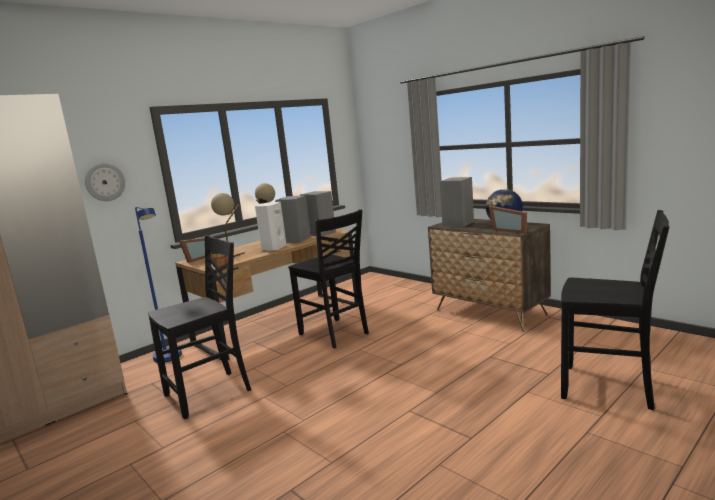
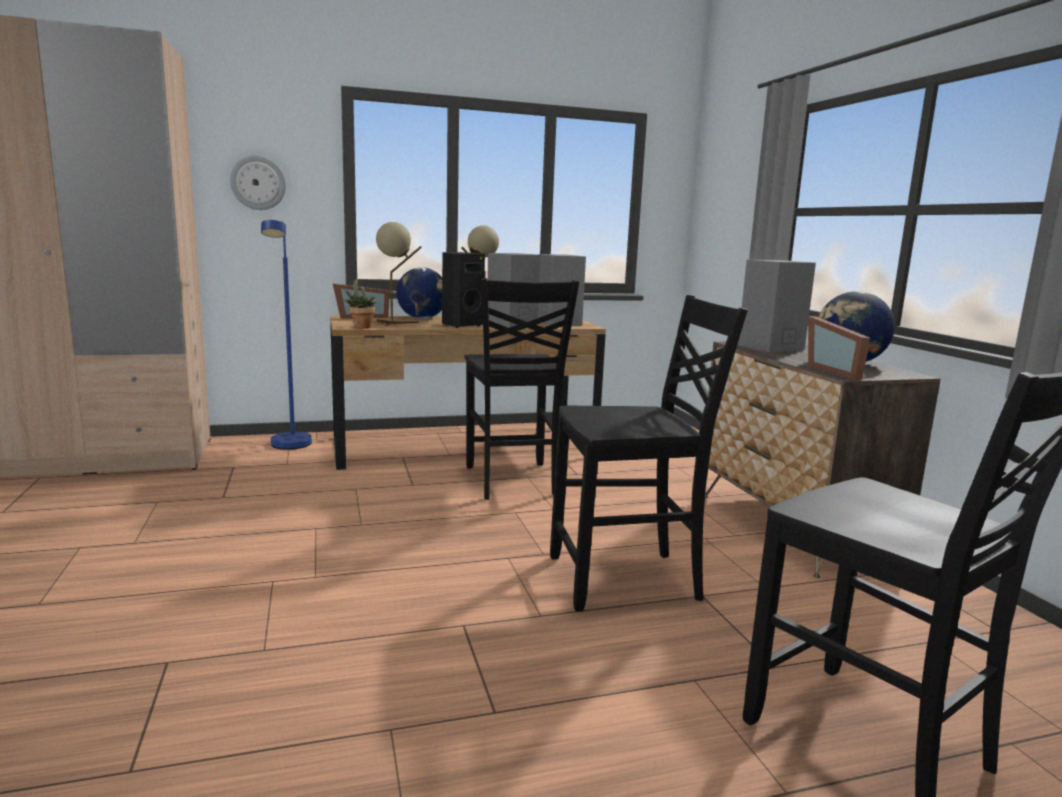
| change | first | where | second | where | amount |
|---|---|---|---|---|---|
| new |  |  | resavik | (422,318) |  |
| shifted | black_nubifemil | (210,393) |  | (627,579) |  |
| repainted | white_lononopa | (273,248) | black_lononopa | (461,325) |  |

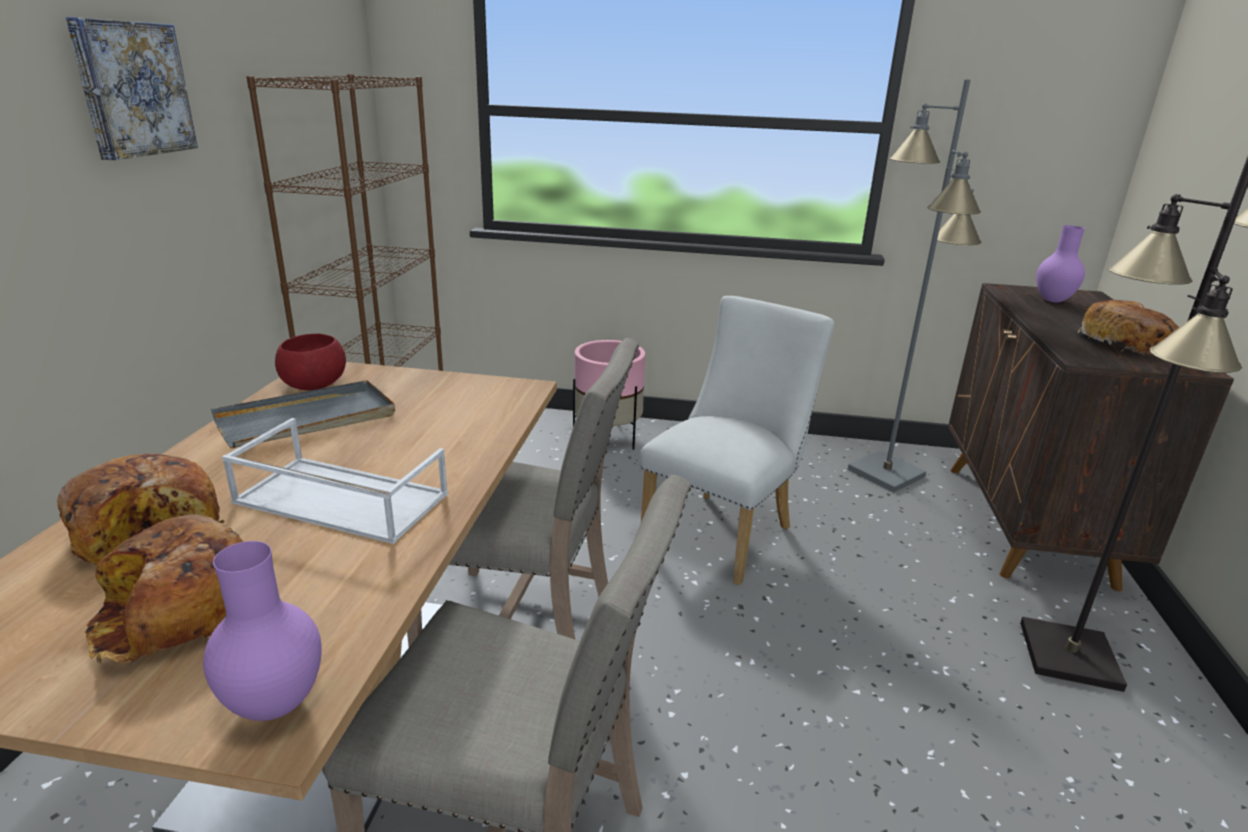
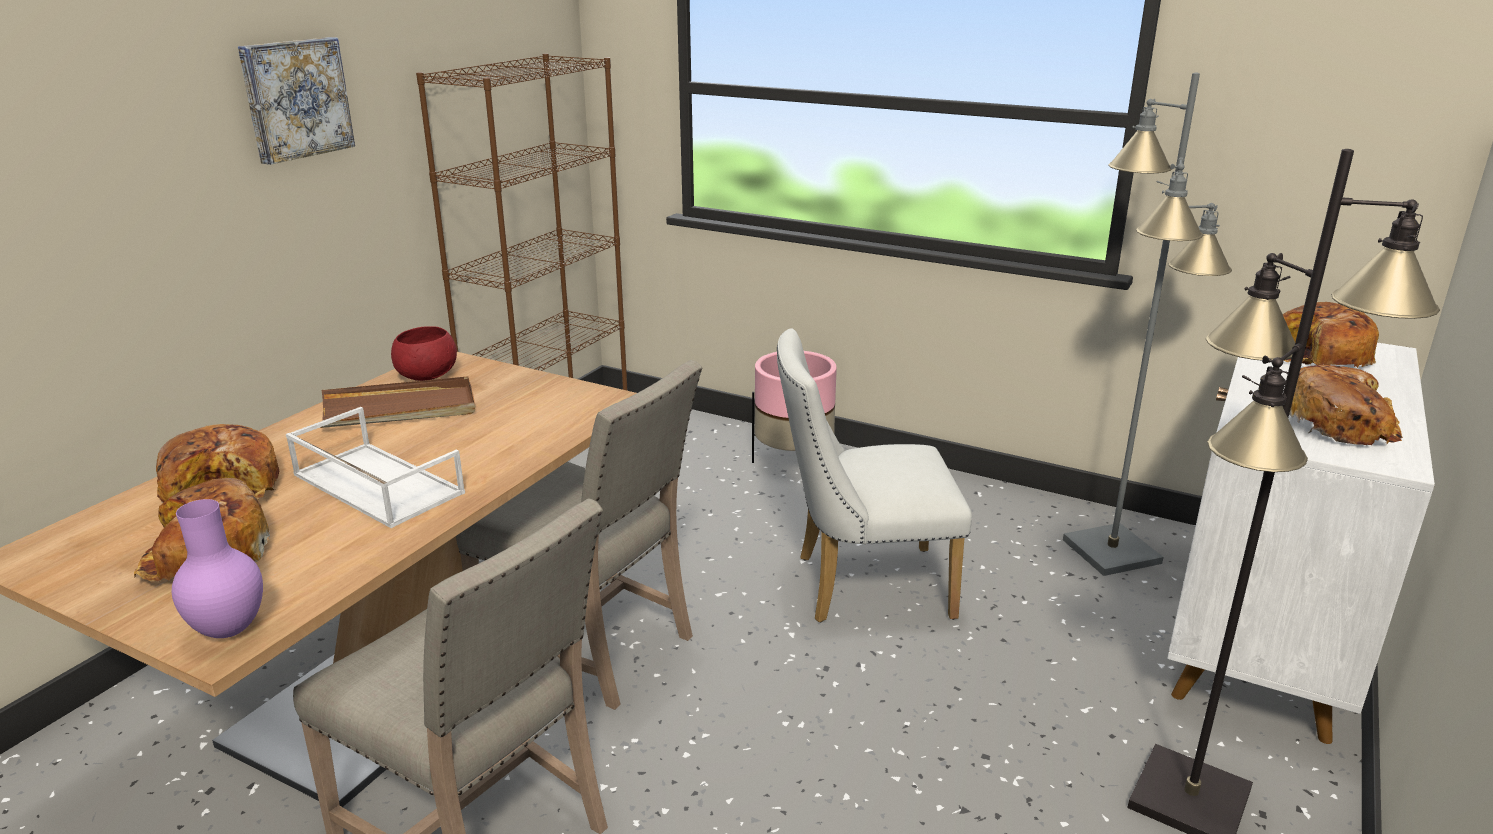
| change | first | where | second | where | amount |
|---|---|---|---|---|---|
| swapped | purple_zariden | (1053,300) | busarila | (1317,355) |  |
| repainted | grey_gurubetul | (308,420) | brown_gurubetul | (399,409) |  |
| repainted | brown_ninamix | (1026,523) | white_ninamix | (1260,642) |  |
| rotated | white_nubifemil | (724,530) |  | (861,586) | 150 degrees counterclockwise |

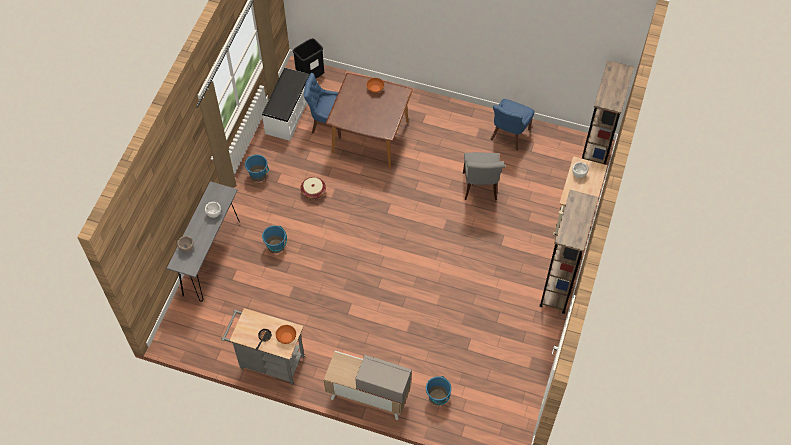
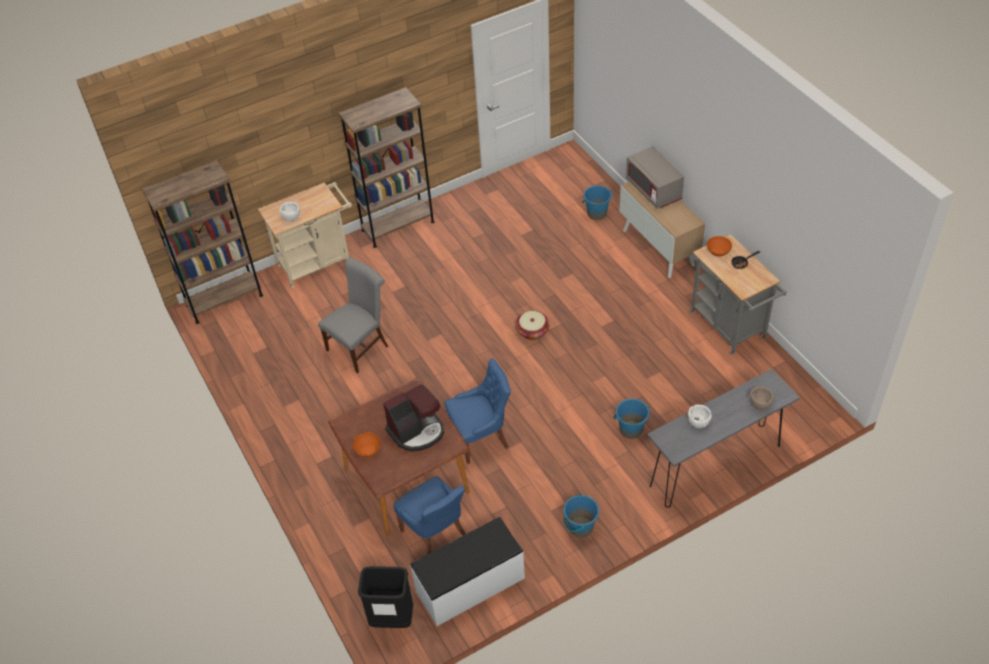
| change | first | where | second | where | amount |
|---|---|---|---|---|---|
| new |  |  | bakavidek | (417,431) |  |
| shifted | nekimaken | (313,192) |  | (532,331) |  |
| shifted | blue_nubifemil | (509,135) |  | (481,438) |  |

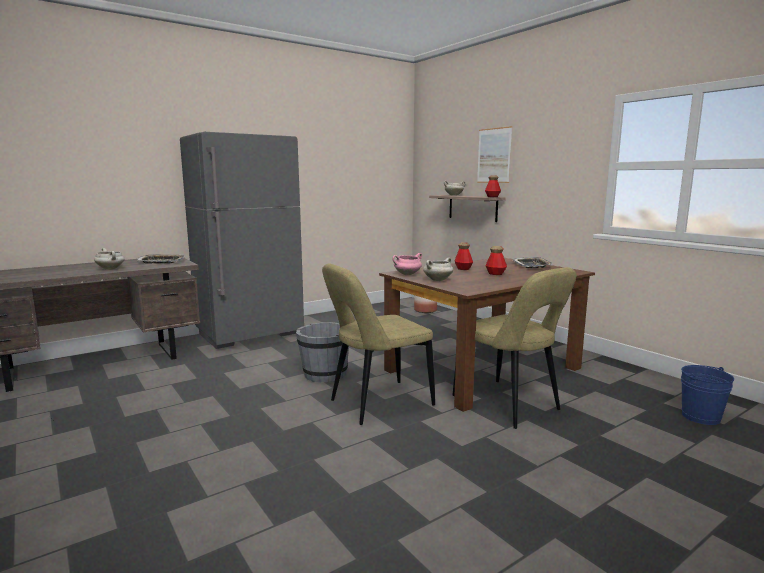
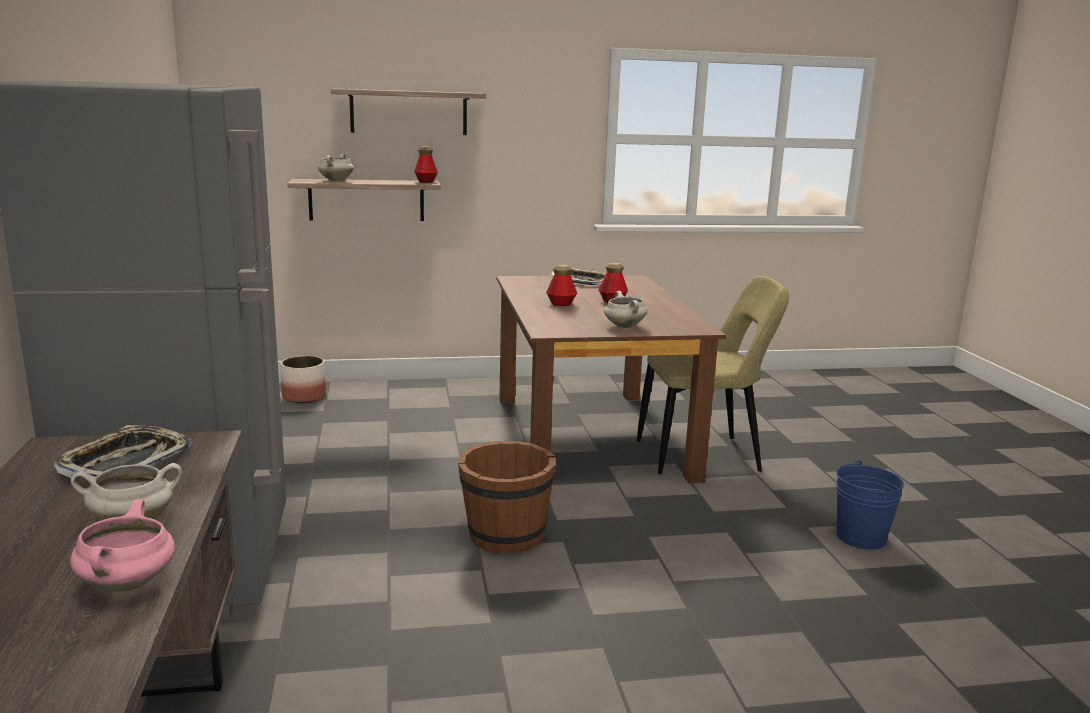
| change | first | where | second | where | amount |
|---|---|---|---|---|---|
| gone | beige_nubifemil | (377,404) |  |  |  |
| shifted | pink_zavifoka | (407,274) |  | (127,585) |  |
| shifted | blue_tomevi | (701,416) |  | (860,537) |  |
| swapped | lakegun | (494,155) | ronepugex | (408,112) |  |
| repainted | grey_tomevi | (324,375) | brown_tomevi | (505,536) |  |

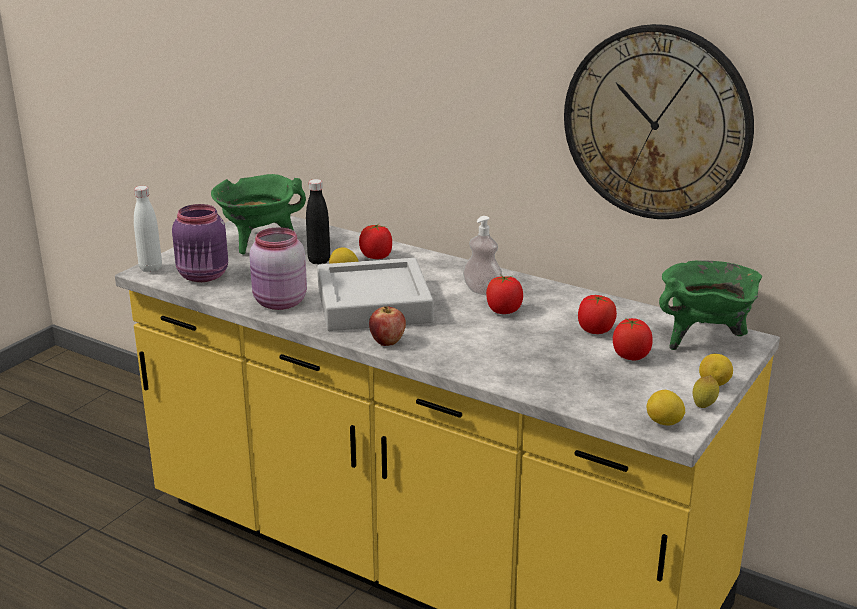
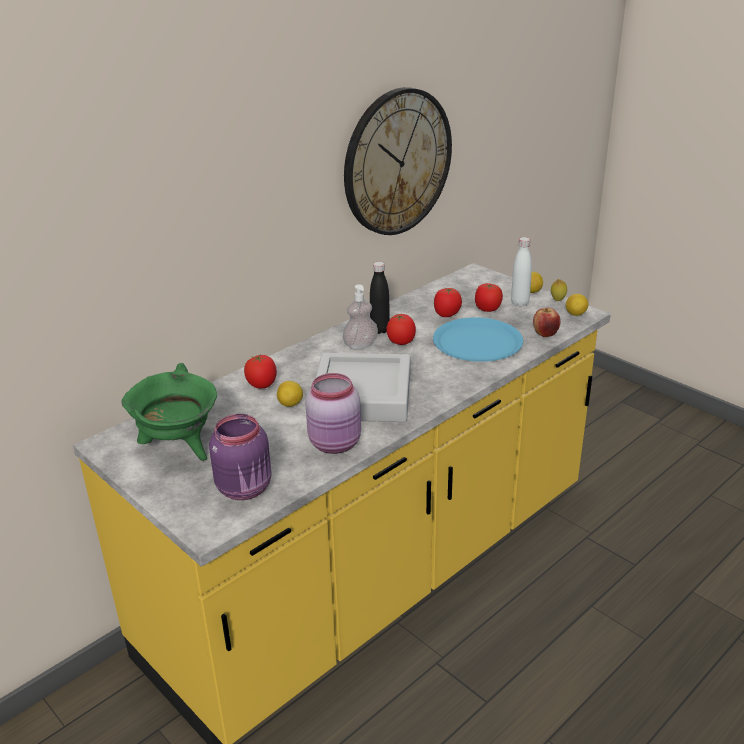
| change | first | where | second | where | amount |
|---|---|---|---|---|---|
| gone | green_zavifoka | (704,339) |  |  |  |
| new |  |  | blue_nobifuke | (477,342) |  |
| shifted | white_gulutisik | (150,268) |  | (519,303) |  |
| shifted | black_gulutisik | (319,261) |  | (380,330) |  |
| shifted | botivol | (387,342) |  | (545,334) |  |

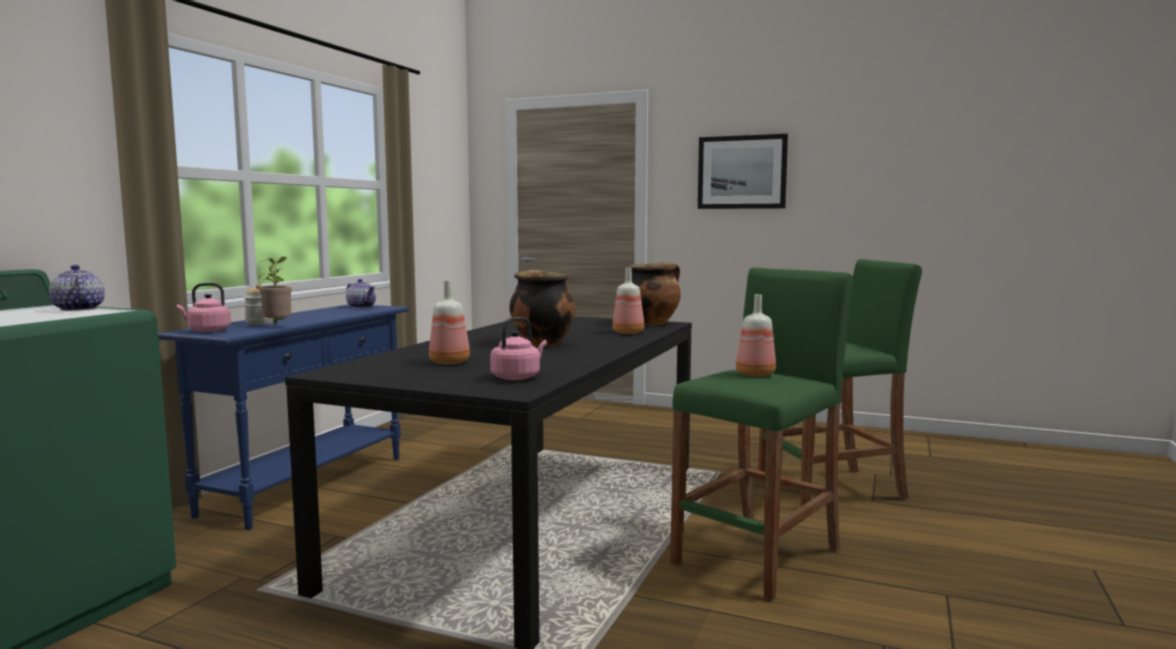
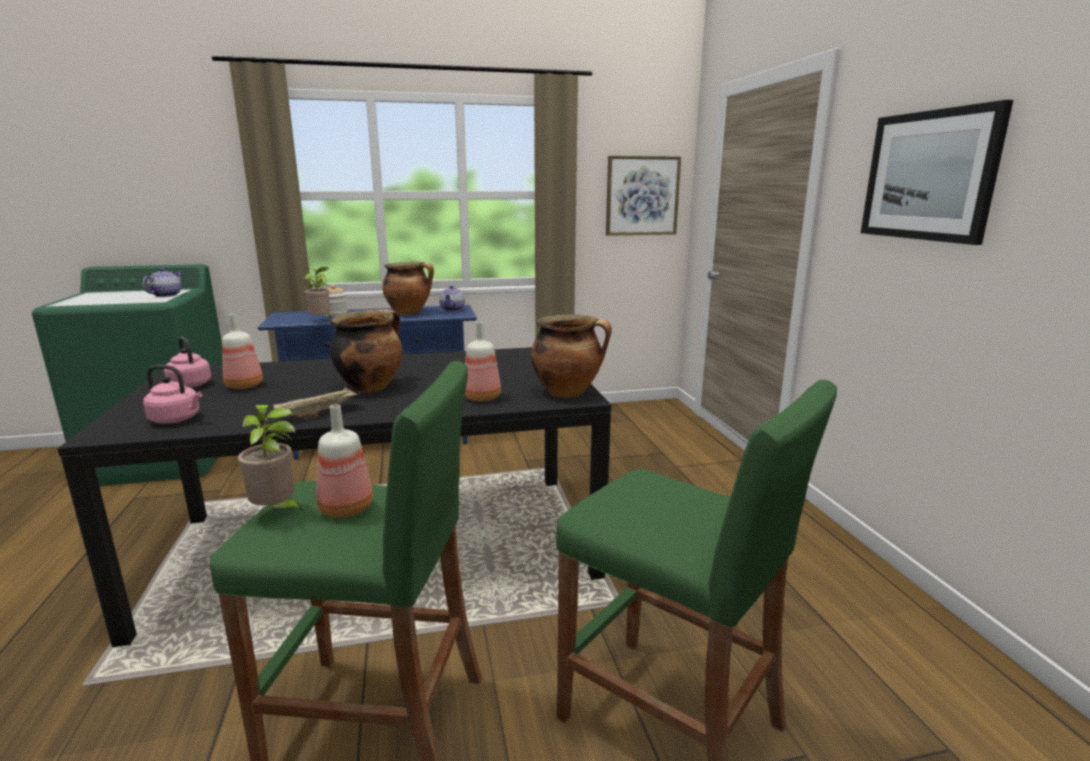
| change | first | where | second | where | amount |
|---|---|---|---|---|---|
| new |  |  | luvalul | (277,511) |  |
| new |  |  | beige_gurubetul | (319,413) |  |
| new |  |  | zavifoka | (409,313) |  |
| new |  |  | lakegun | (642,196) |  |
| shifted | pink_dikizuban | (207,331) |  | (189,384) |  |

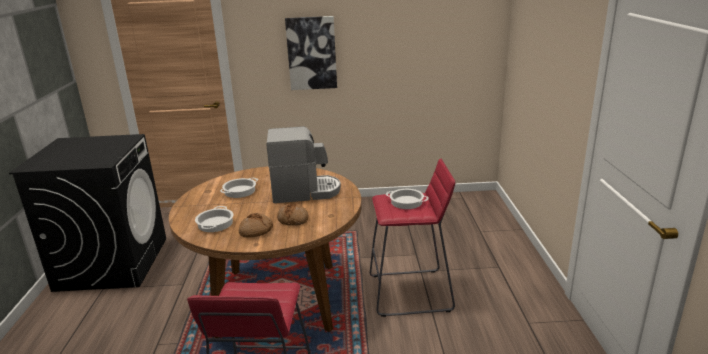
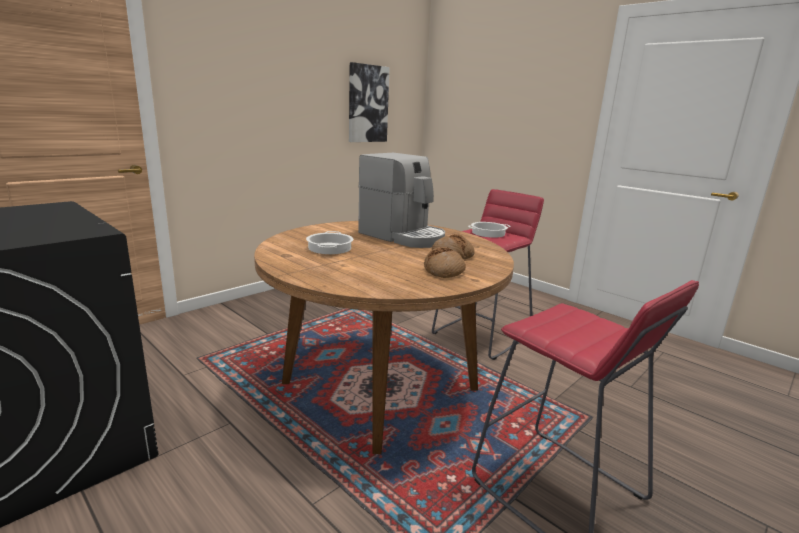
| change | first | where | second | where | amount |
|---|---|---|---|---|---|
| gone | zavifoka | (215,224) |  |  |  |
| shifted | lakegun | (311,53) |  | (367,104) |  |
| rotated | bakavidek | (305,192) |  | (403,236) | 90 degrees clockwise |

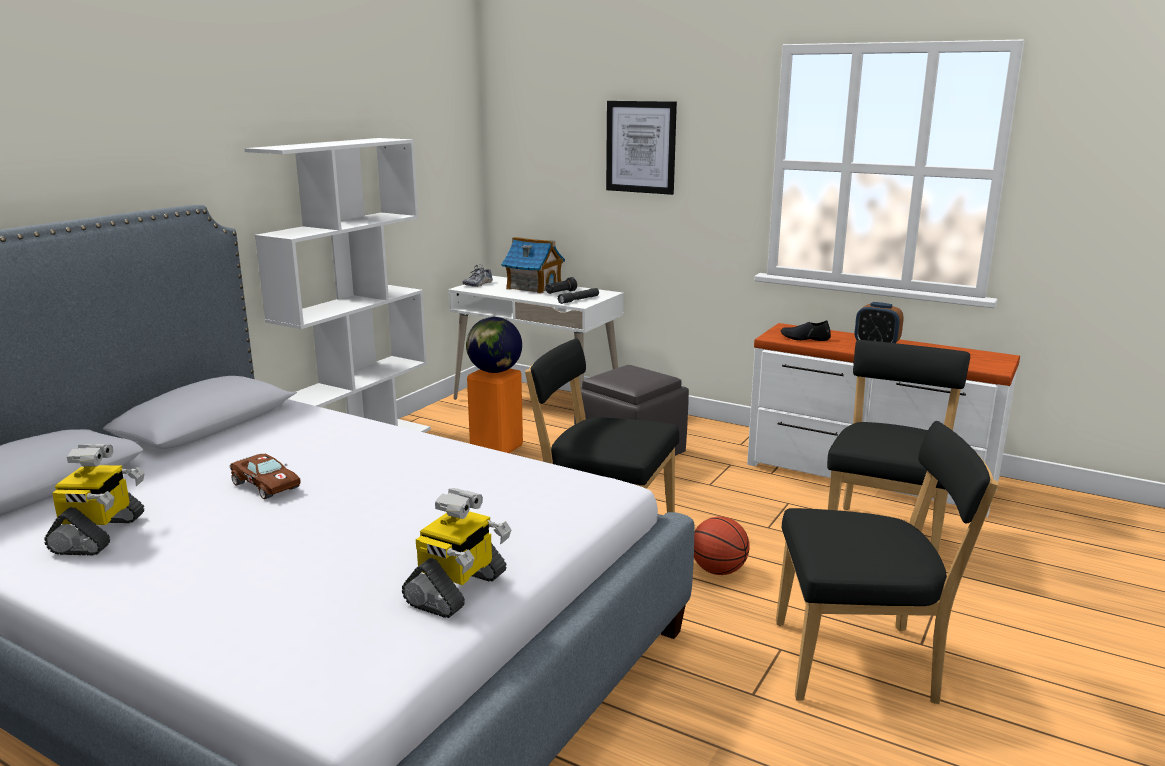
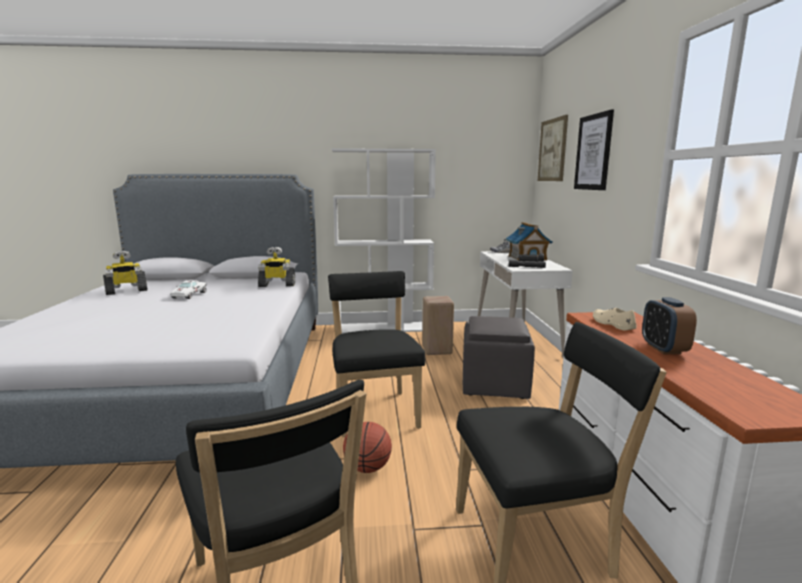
| change | first | where | second | where | amount |
|---|---|---|---|---|---|
| gone | resavik | (494,371) |  |  |  |
| new |  |  | lakegun | (552,150) |  |
| shifted | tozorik | (457,590) |  | (277,285) |  |
| repainted | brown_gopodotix | (265,485) | white_gopodotix | (190,295) |  |
| repainted | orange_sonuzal | (495,448) | beige_sonuzal | (436,350) |  |
| repainted | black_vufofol | (805,338) | beige_vufofol | (612,324) |  |

